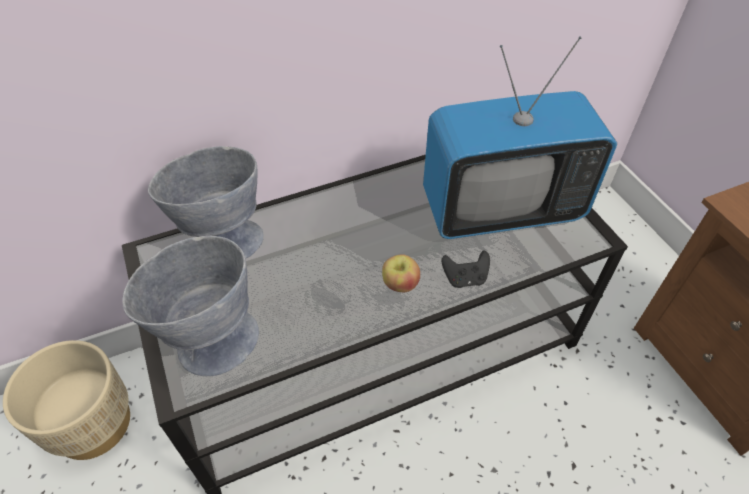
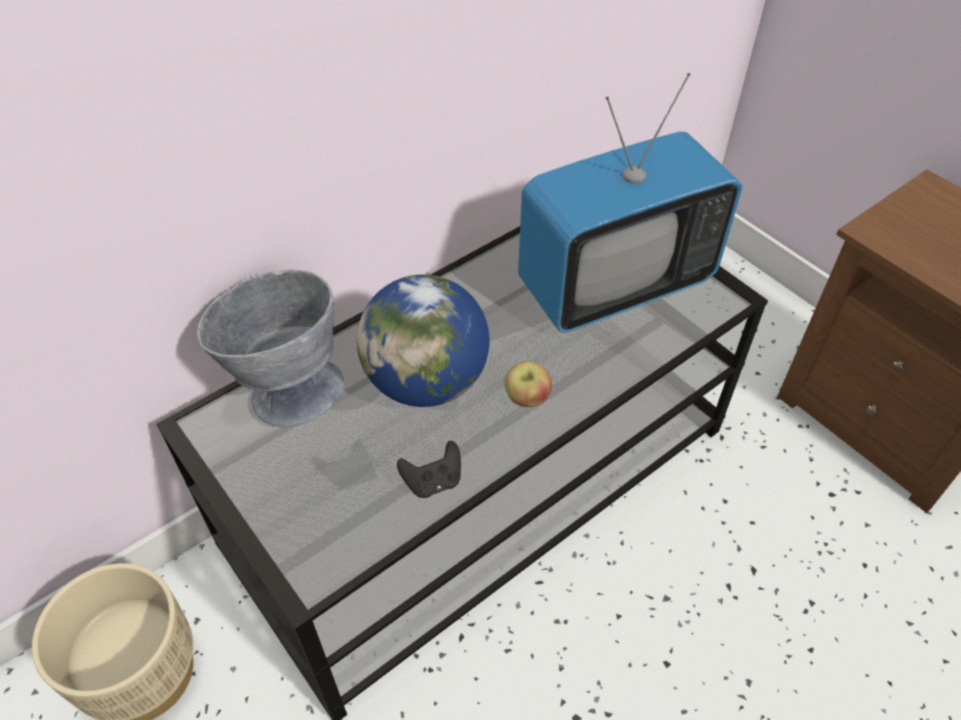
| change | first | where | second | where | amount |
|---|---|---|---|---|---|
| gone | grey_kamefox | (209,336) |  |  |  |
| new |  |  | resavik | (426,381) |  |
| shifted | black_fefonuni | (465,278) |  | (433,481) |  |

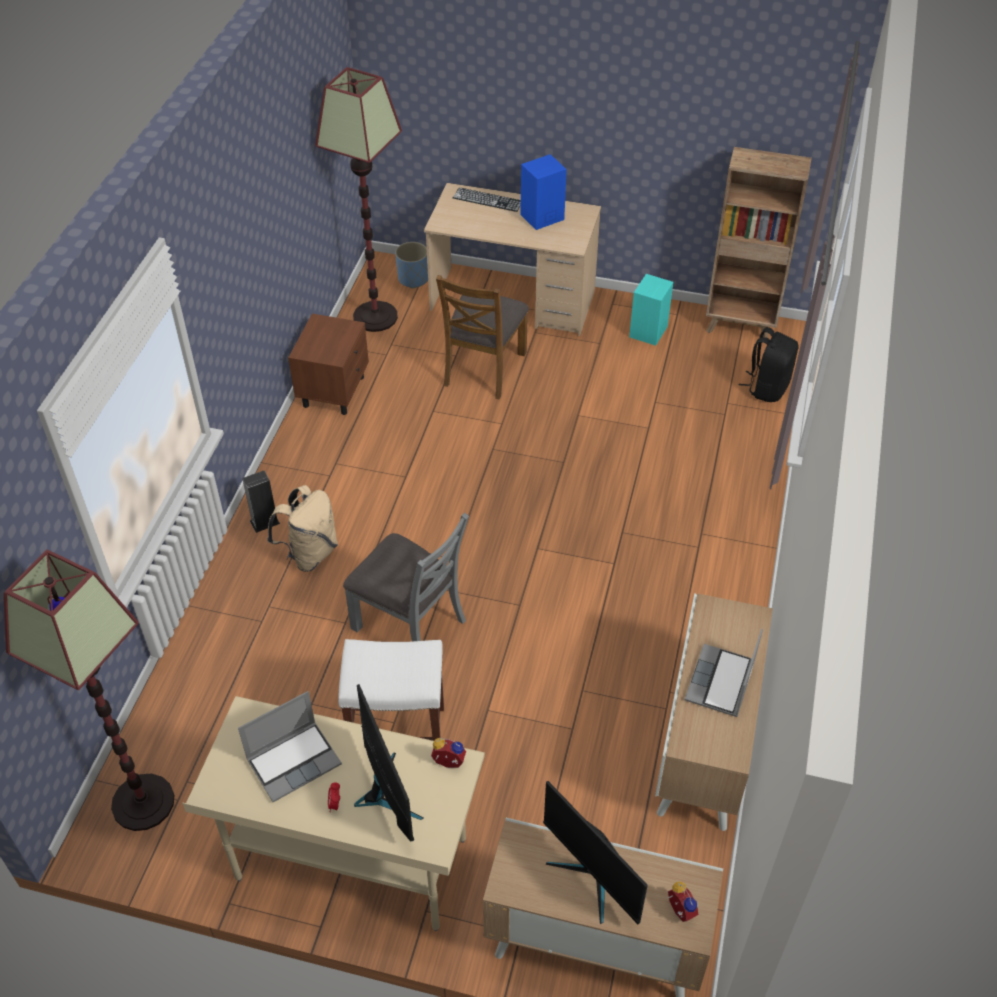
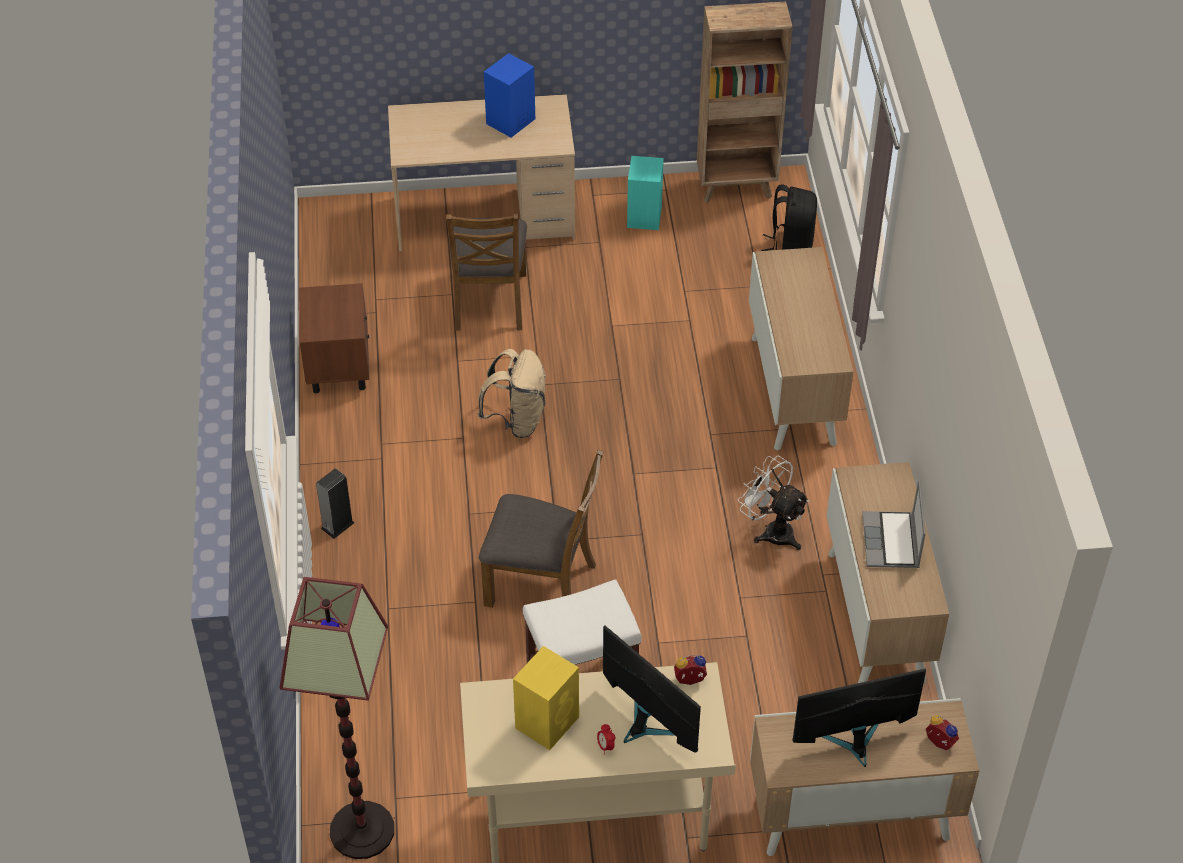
| change | first | where | second | where | amount |
|---|---|---|---|---|---|
| gone | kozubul | (374,317) |  |  |  |
| gone | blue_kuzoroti | (413,279) |  |  |  |
| gone | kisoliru | (487,200) |  |  |  |
| new |  |  | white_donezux | (772,530) |  |
| new |  |  | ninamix | (794,390) |  |
| shifted | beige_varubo | (309,553) |  | (517,420) |  |
| swapped | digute | (294,761) | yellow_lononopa | (548,721) |  |
| repainted | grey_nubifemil | (410,624) | brown_nubifemil | (542,583) |  |
| rotated | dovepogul | (592,878) |  | (854,741) | 135 degrees clockwise |

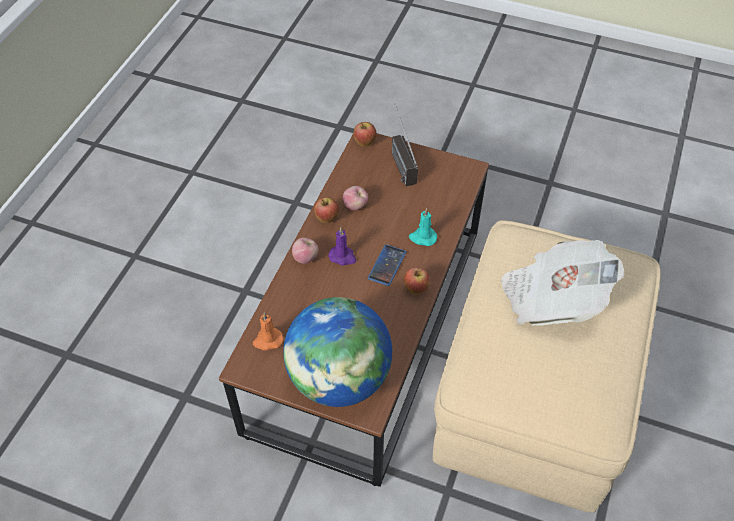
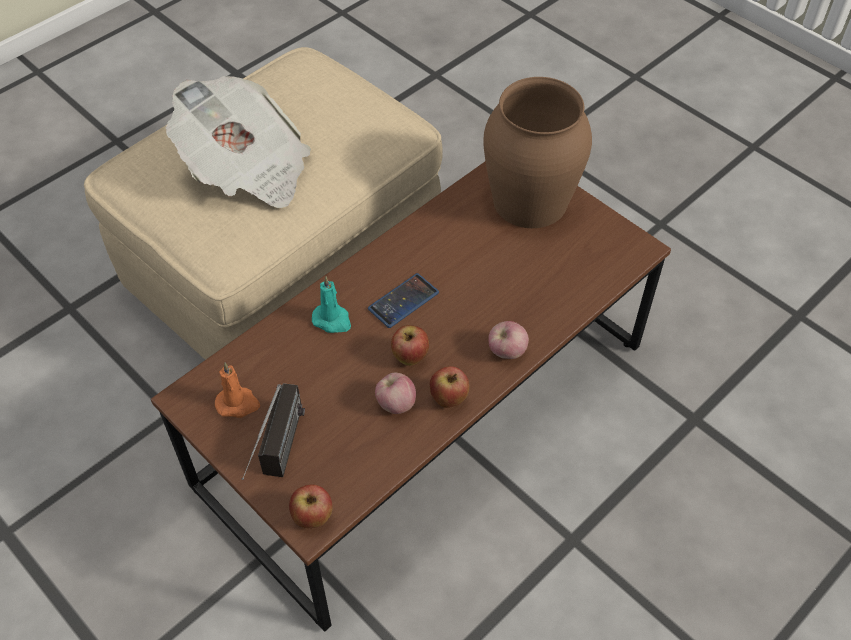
| change | first | where | second | where | amount |
|---|---|---|---|---|---|
| gone | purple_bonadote | (343,257) |  |  |  |
| shifted | orange_bonadote | (267,340) |  | (238,403) |  |
| shifted | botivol | (415,289) |  | (410,358) |  |
| swapped | resavik | (339,378) | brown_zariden | (530,200) |  |

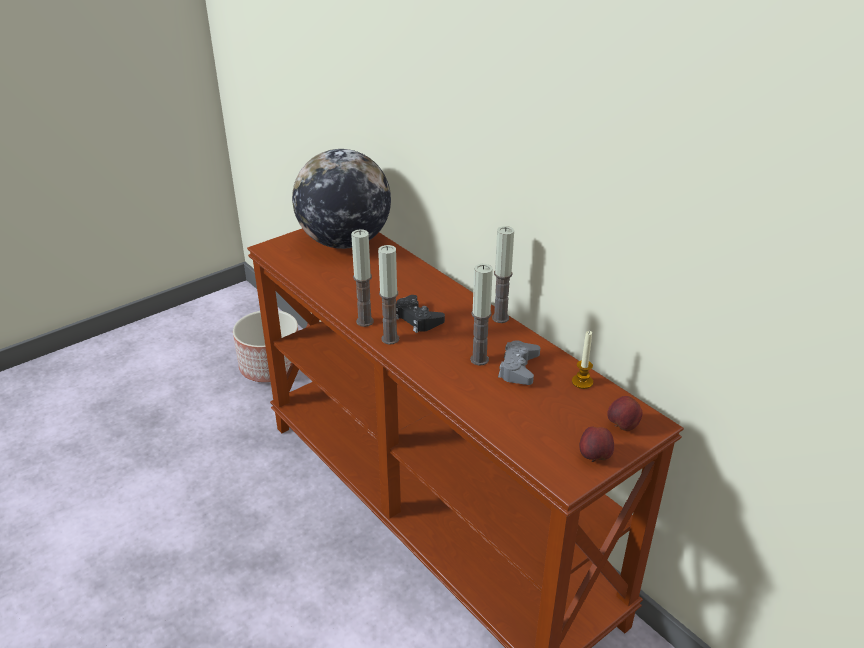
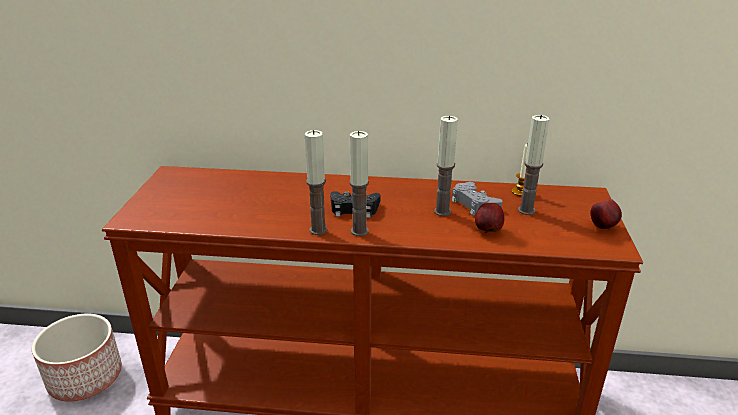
| change | first | where | second | where | amount |
|---|---|---|---|---|---|
| gone | resavik | (344,242) |  |  |  |
| shifted | bonadote | (500,318) |  | (526,210) |  |
| shifted | botivol | (622,426) |  | (488,230) |  |

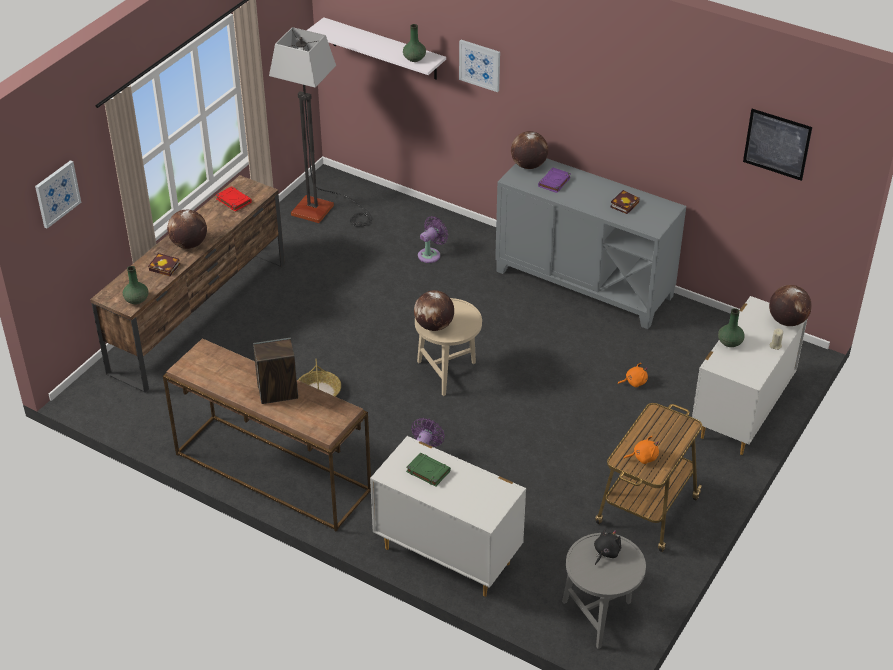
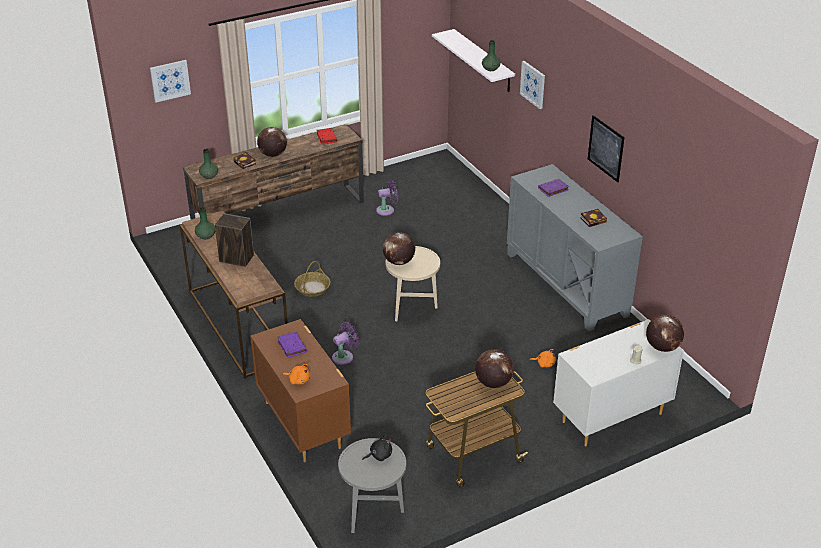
| change | first | where | second | where | amount |
|---|---|---|---|---|---|
| gone | kozubul | (324,211) |  |  |  |
| shifted | purple_donezux | (431,254) |  | (387,210) |  |
| shifted | resavik | (528,165) |  | (493,383) |  |
| shifted | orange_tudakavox | (643,457) |  | (298,380) |  |
| shifted | green_zariden | (729,342) |  | (205,236) |  |
| shifted | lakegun | (777,144) |  | (606,148) |  |
| repainted | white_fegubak | (447,554) | brown_fegubak | (303,424) |  |
| repainted | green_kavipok | (427,471) | purple_kavipok | (291,346) |  |

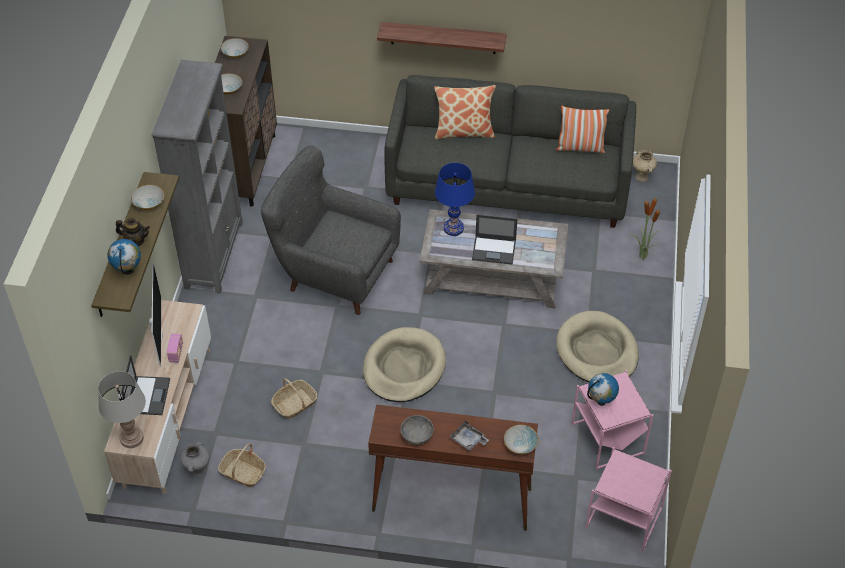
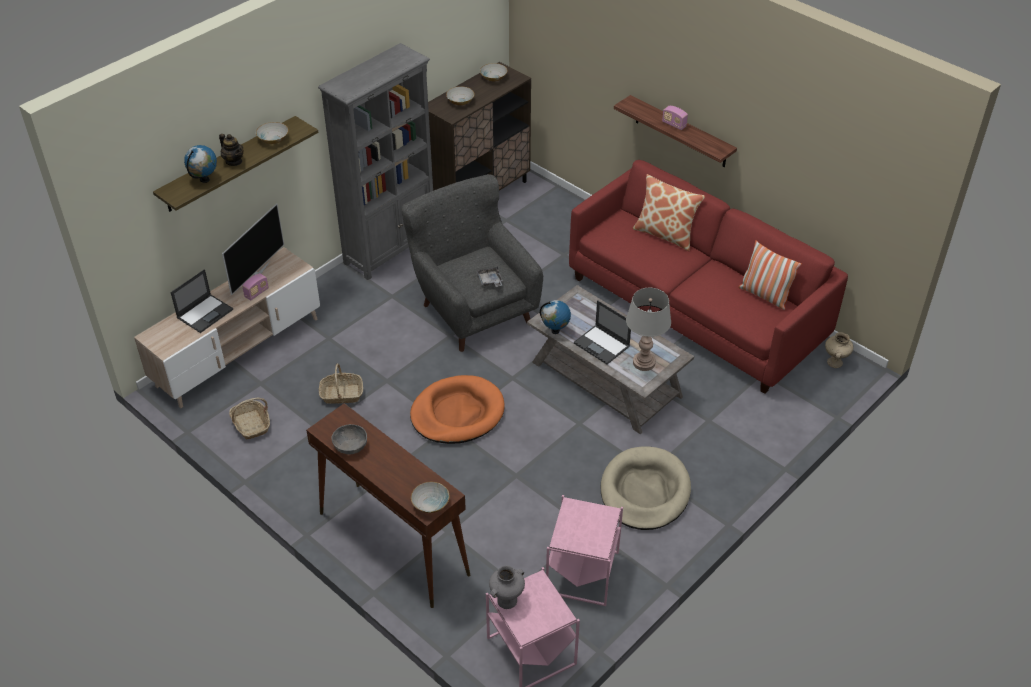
| change | first | where | second | where | amount |
|---|---|---|---|---|---|
| gone | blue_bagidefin | (453,228) |  |  |  |
| gone | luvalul | (642,256) |  |  |  |
| new |  |  | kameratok | (674,124) |  |
| shifted | grey_bagidefin | (132,438) |  | (644,363) |  |
| shifted | grey_zariden | (197,470) |  | (507,600) |  |
| shifted | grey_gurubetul | (468,440) |  | (490,281) |  |
| shifted | resavik | (601,401) |  | (555,330) |  |
| repainted | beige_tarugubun | (404,367) | orange_tarugubun | (457,413) |  |
| repainted | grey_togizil | (508,183) | red_togizil | (696,308) |  |

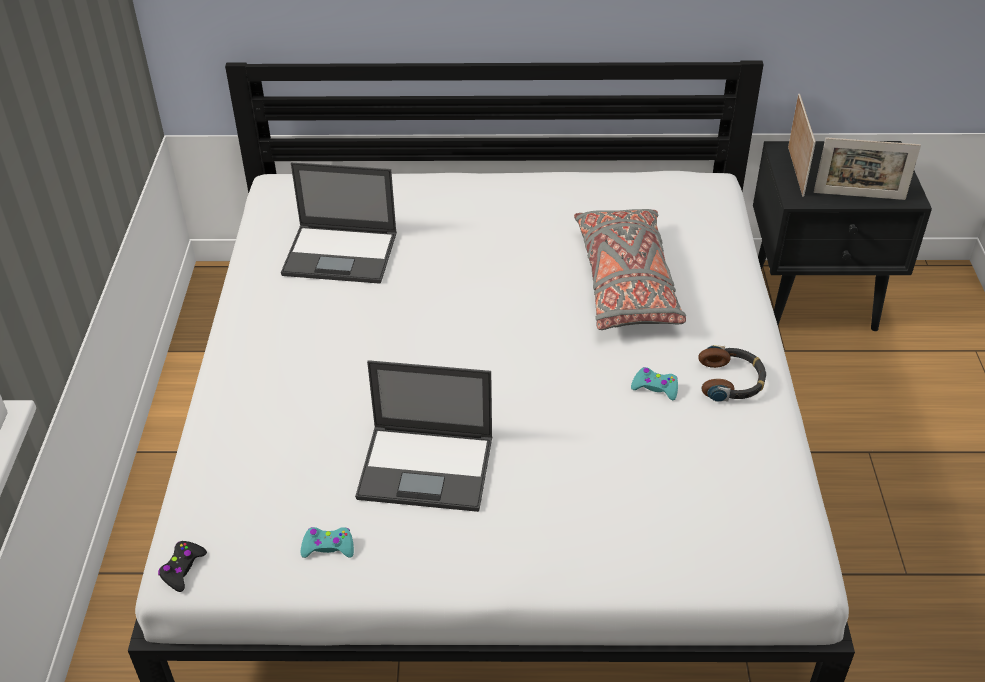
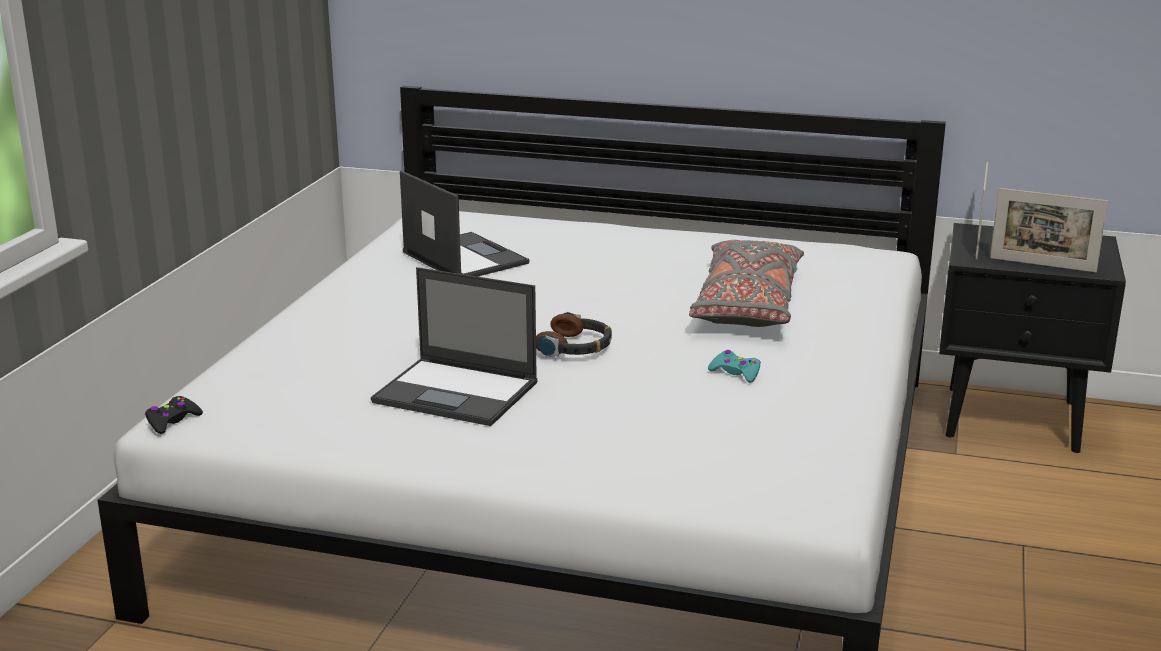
| change | first | where | second | where | amount |
|---|---|---|---|---|---|
| gone | turquoise_fefonuni | (328,547) |  |  |  |
| shifted | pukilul | (731,381) |  | (576,347) |  |
| rotated | digute | (342,254) |  | (463,257) | 150 degrees counterclockwise |

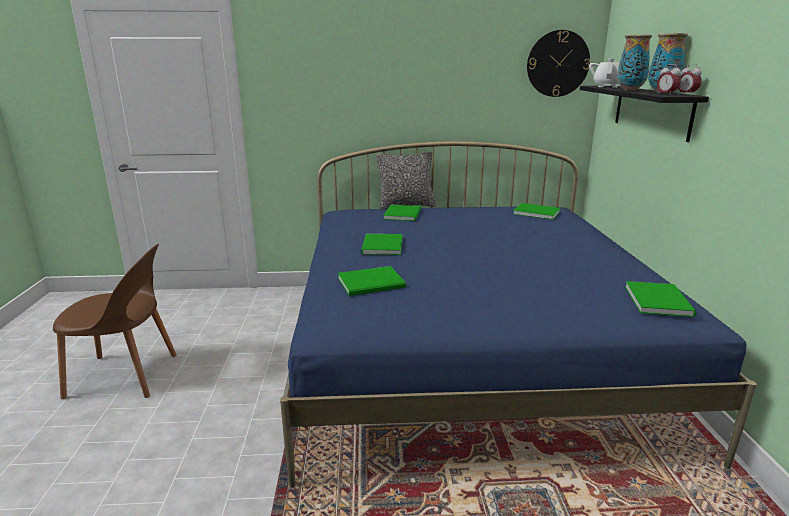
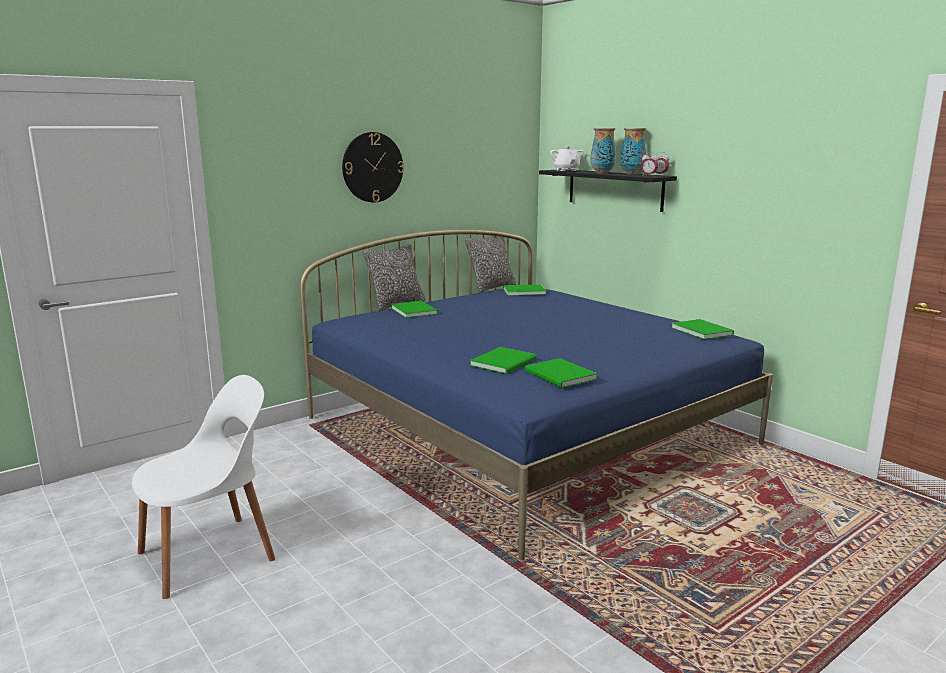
| change | first | where | second | where | amount |
|---|---|---|---|---|---|
| new |  |  | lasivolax | (491,288) |  |
| shifted | green_kavipok | (381,246) |  | (560,376) |  |
| shifted | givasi | (557,64) |  | (372,167) |  |
| repainted | brown_nubifemil | (126,376) | white_nubifemil | (211,554) |  |

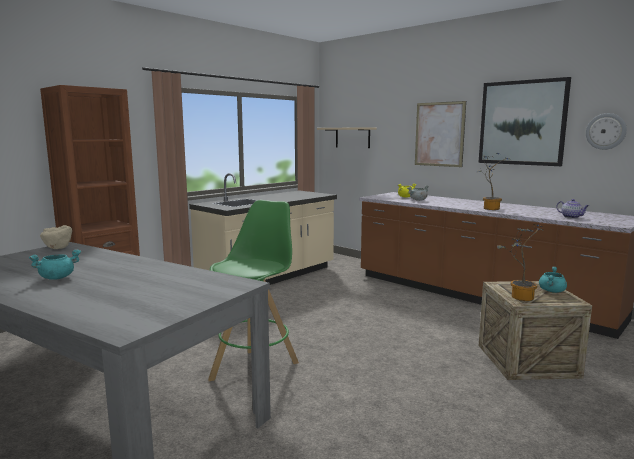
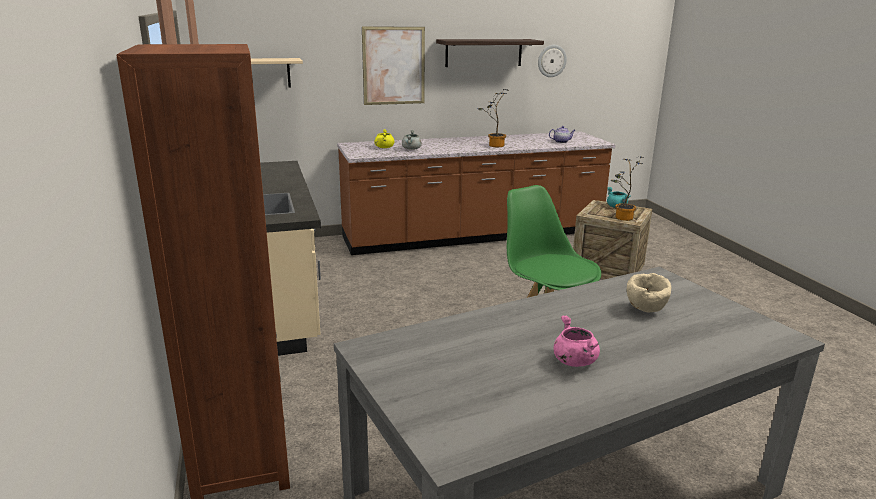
| change | first | where | second | where | amount |
|---|---|---|---|---|---|
| shifted | beige_kamefox | (58,248) |  | (646,310) |  |
| swapped | lakegun | (522,123) | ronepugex | (483,52) |  |
| repainted | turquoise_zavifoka | (57,278) | pink_zavifoka | (573,361) |  |

